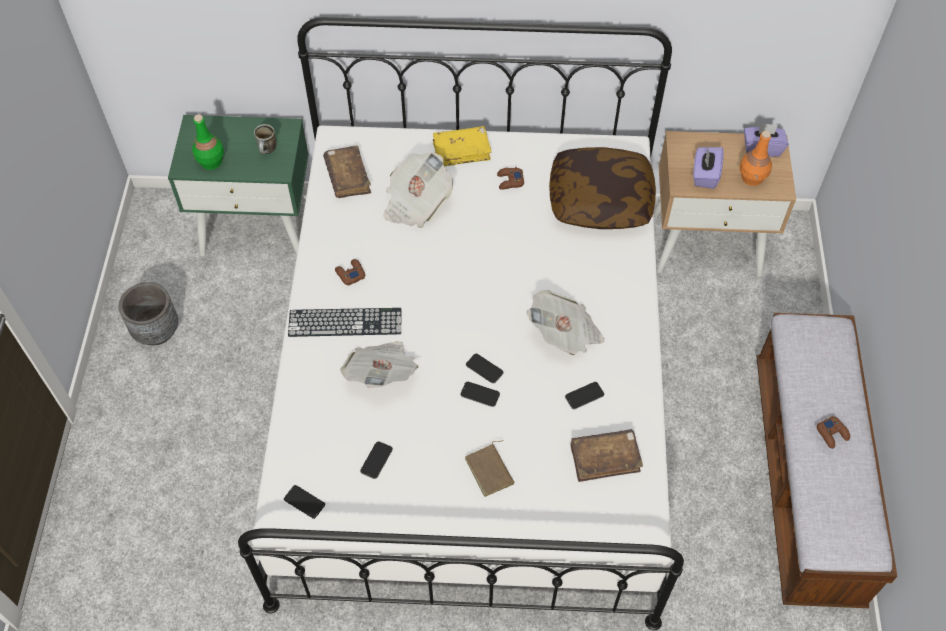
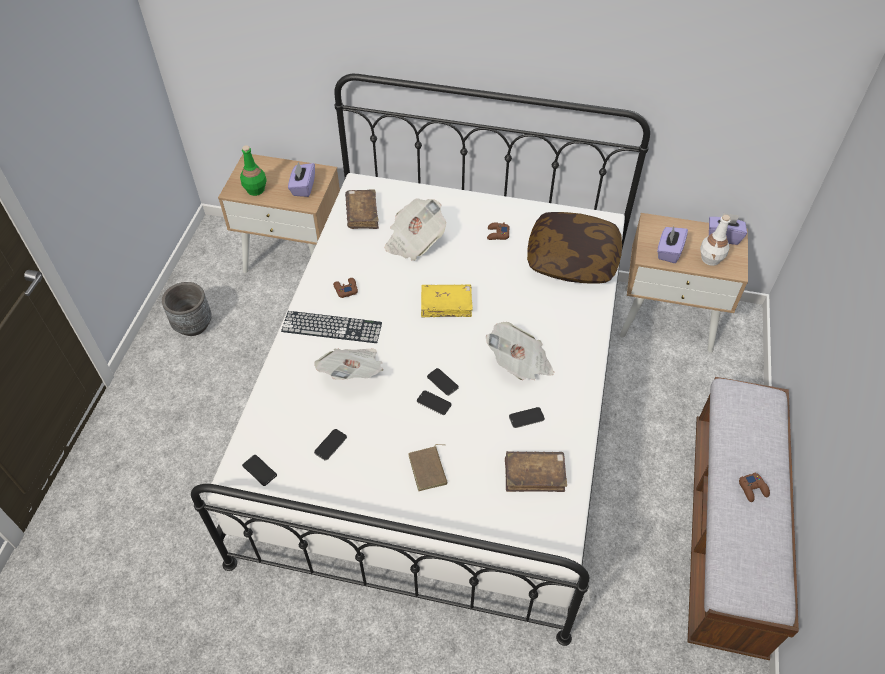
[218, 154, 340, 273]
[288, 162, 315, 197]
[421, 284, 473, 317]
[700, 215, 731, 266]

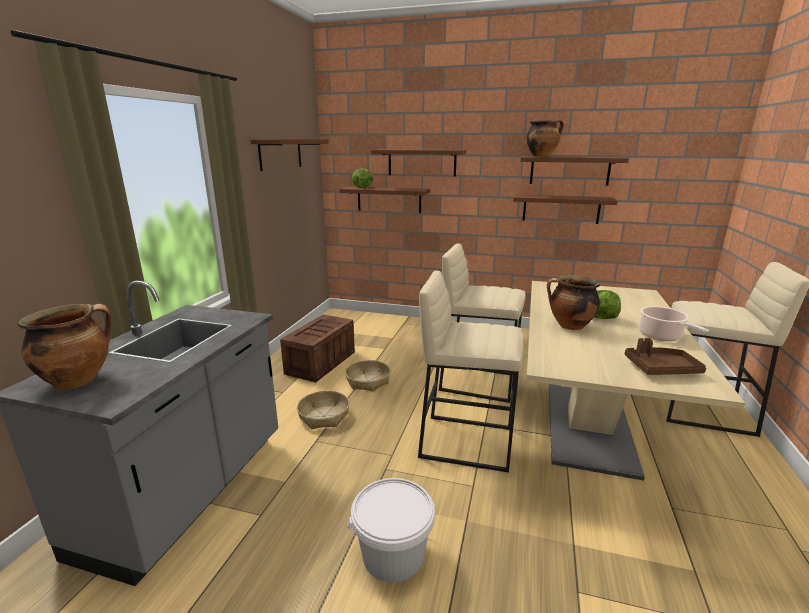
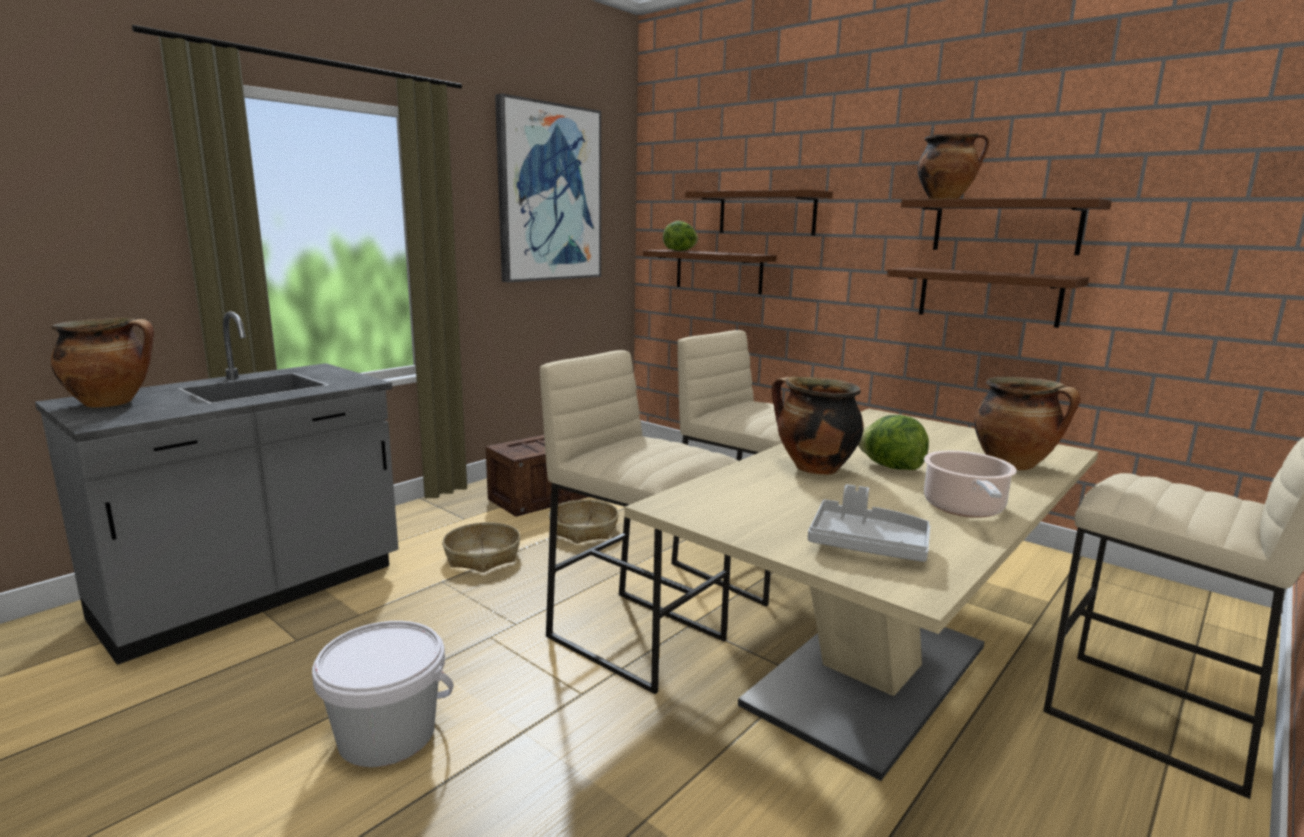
[495, 93, 601, 282]
[808, 484, 930, 562]
[974, 377, 1080, 470]

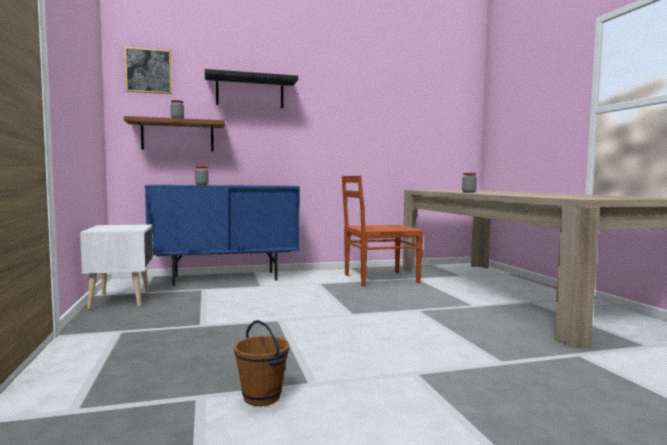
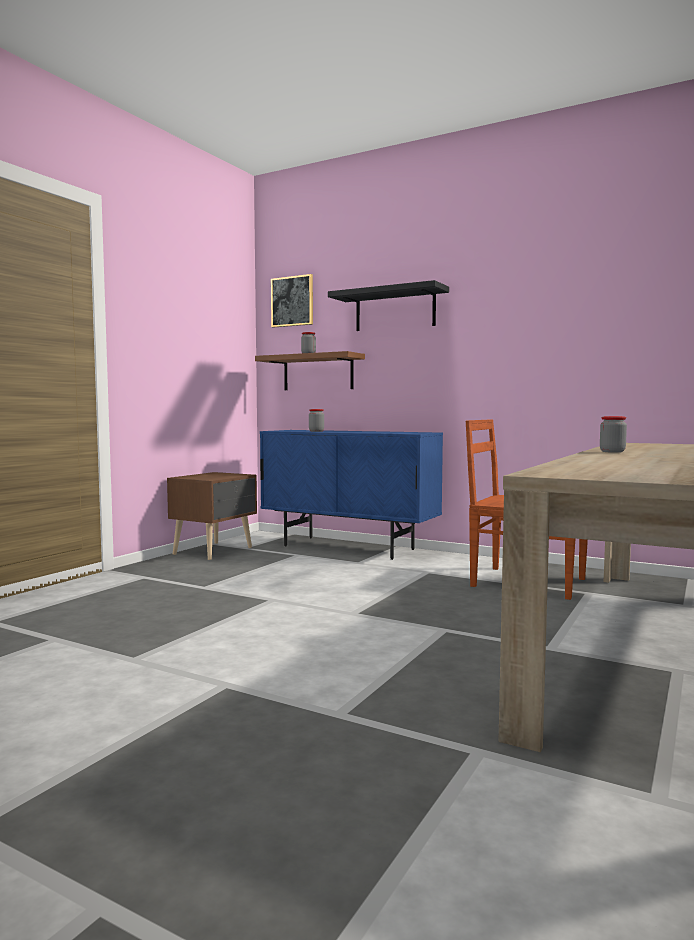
[167, 472, 257, 560]
[234, 320, 289, 406] (first image)

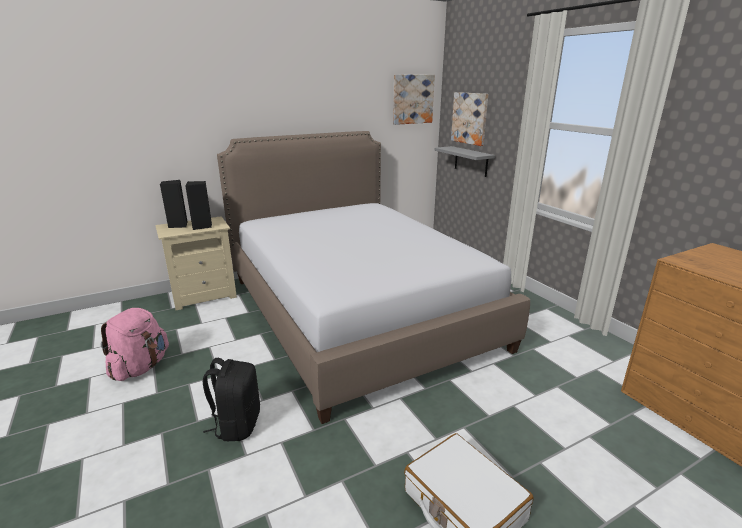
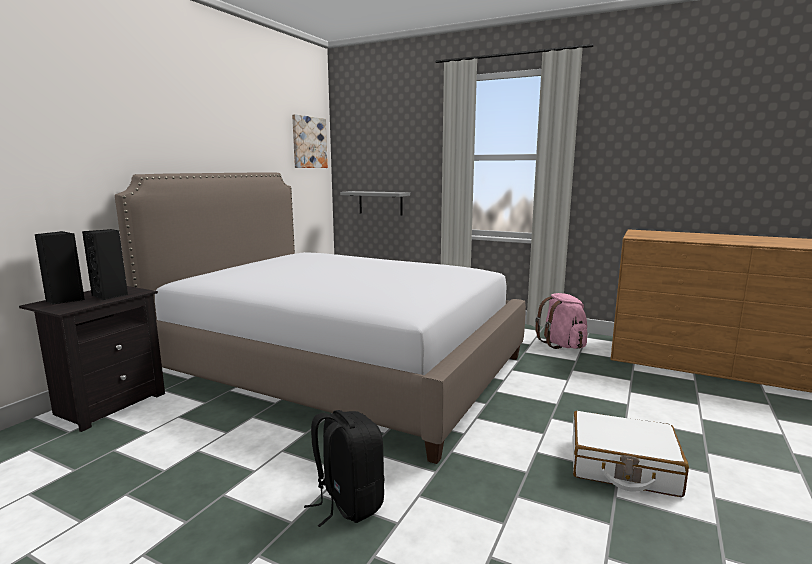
[19, 286, 165, 432]
[535, 293, 587, 349]
[451, 92, 488, 146] (first image)

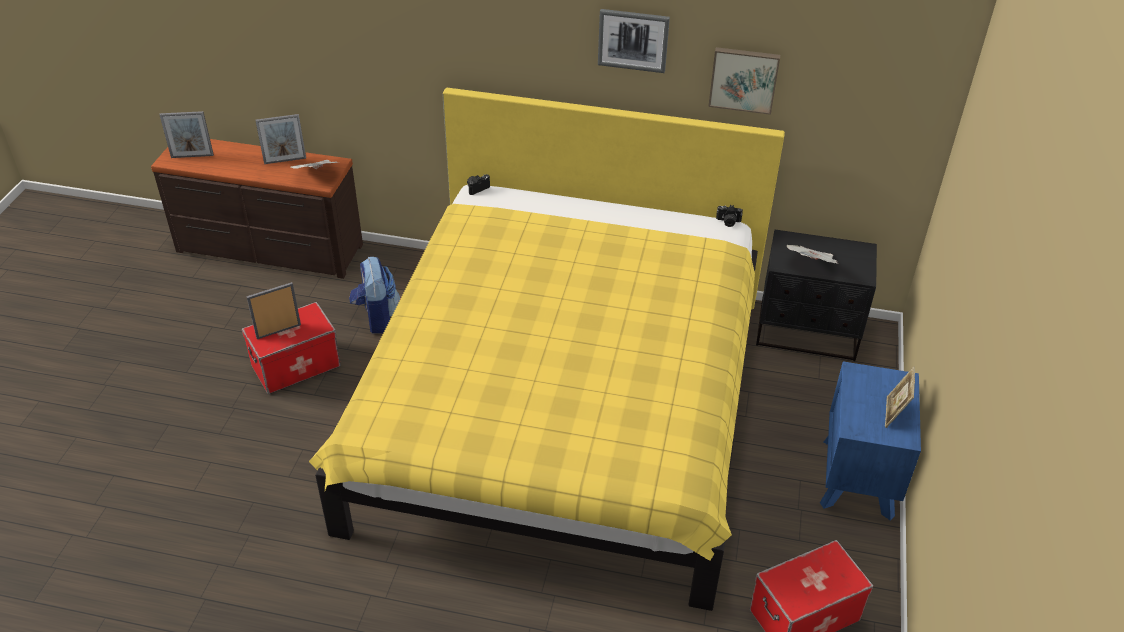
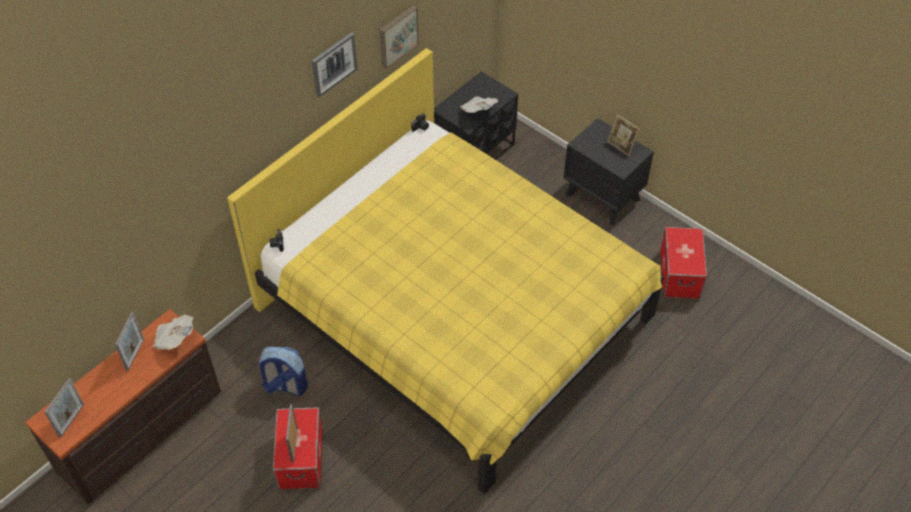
[564, 118, 654, 225]

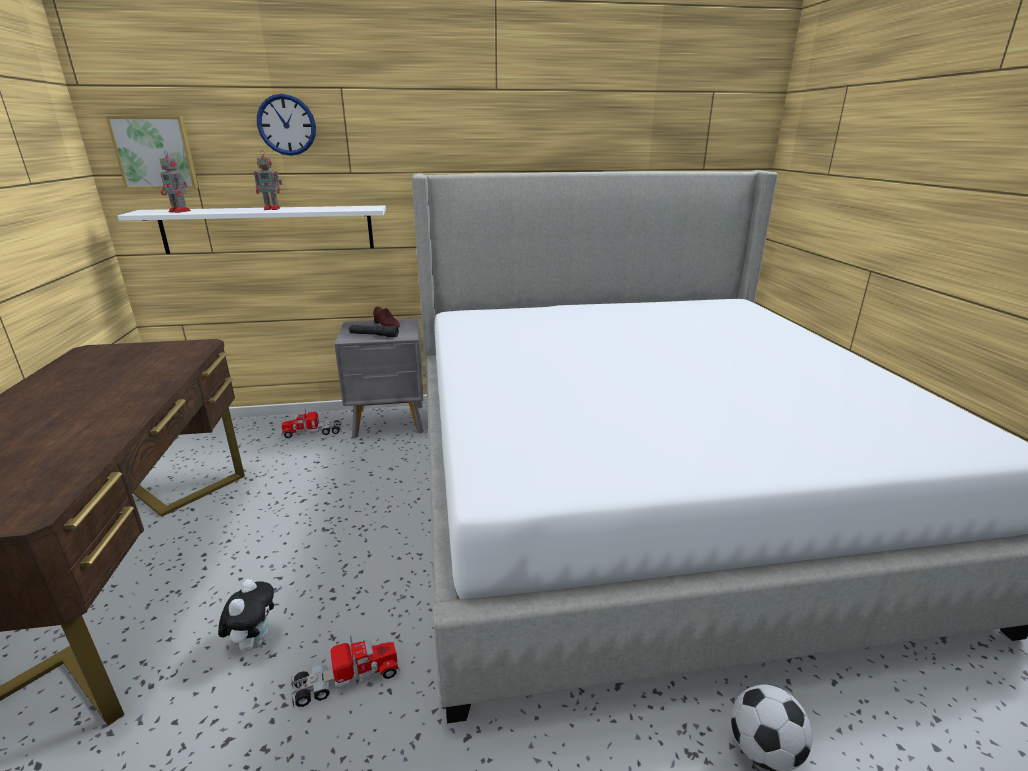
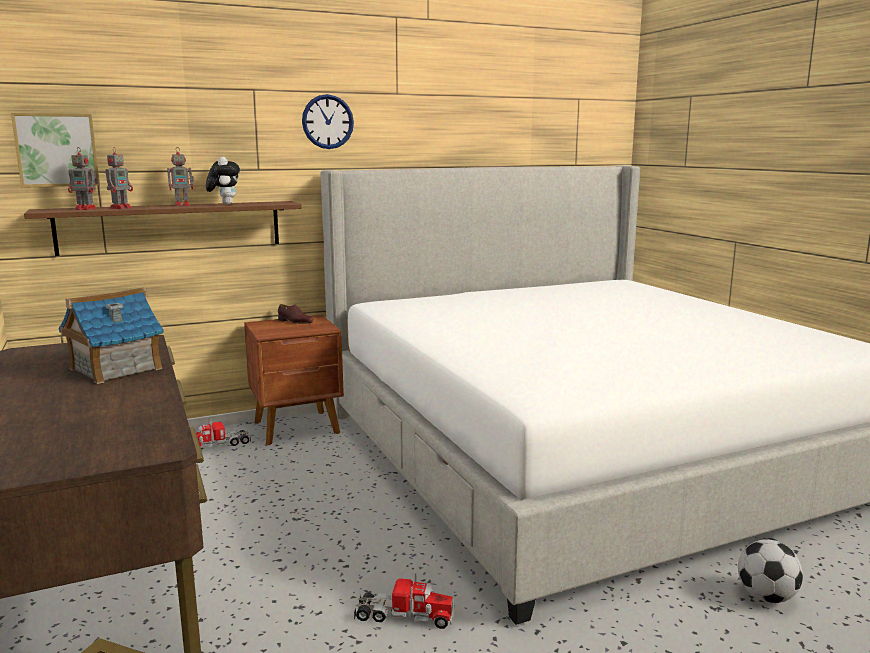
[24, 201, 302, 256]
[58, 288, 164, 384]
[105, 147, 133, 209]
[206, 157, 240, 205]
[244, 315, 344, 445]
[302, 94, 354, 149]
[354, 573, 455, 629]
[349, 325, 399, 337] (first image)

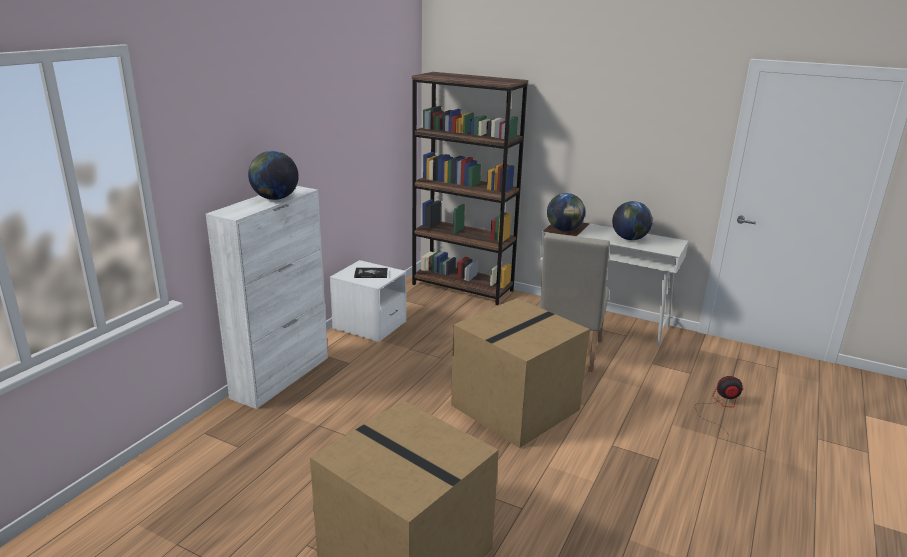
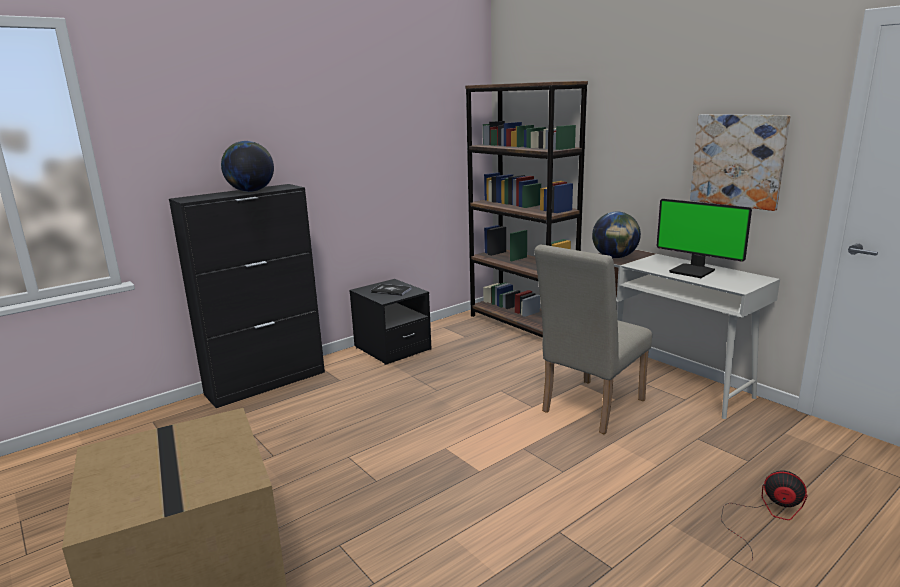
[169, 184, 325, 408]
[349, 279, 431, 365]
[657, 199, 752, 278]
[690, 114, 790, 211]
[451, 298, 590, 448] (first image)

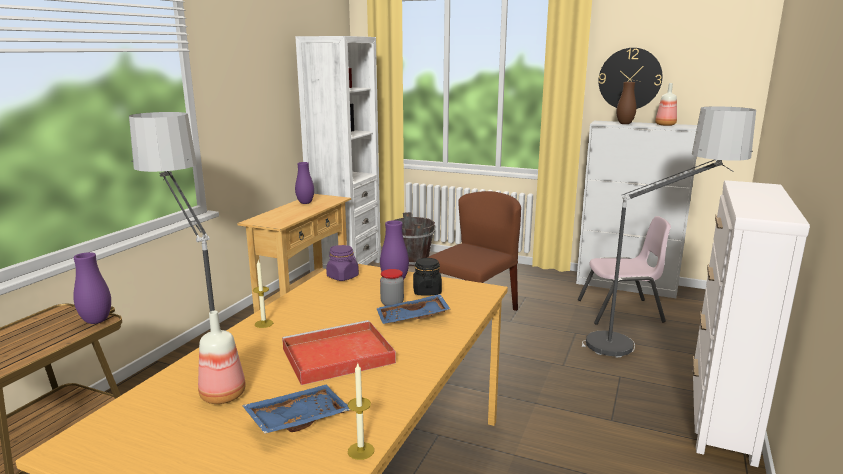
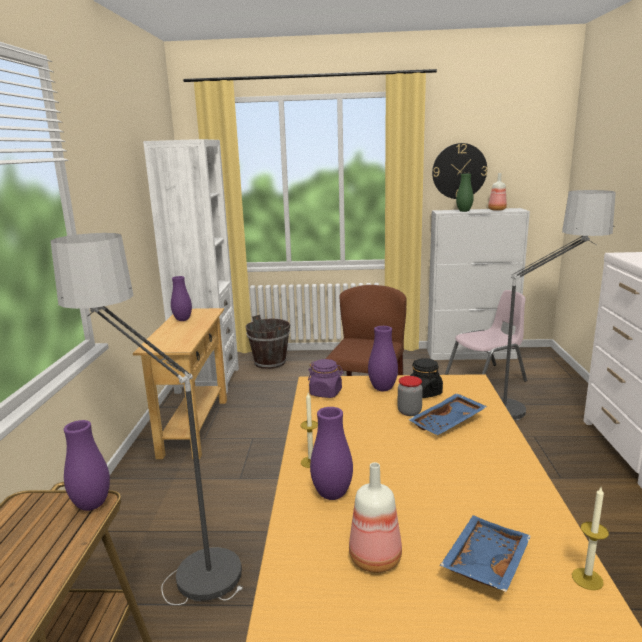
[310, 407, 353, 500]
[456, 174, 474, 212]
[282, 320, 396, 385] (first image)

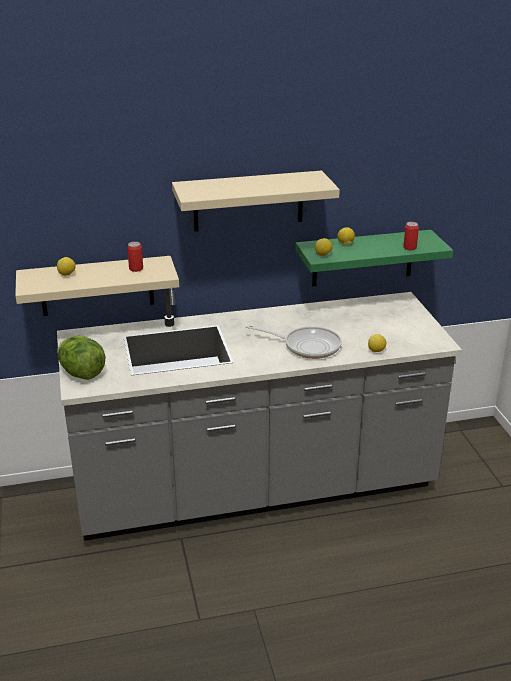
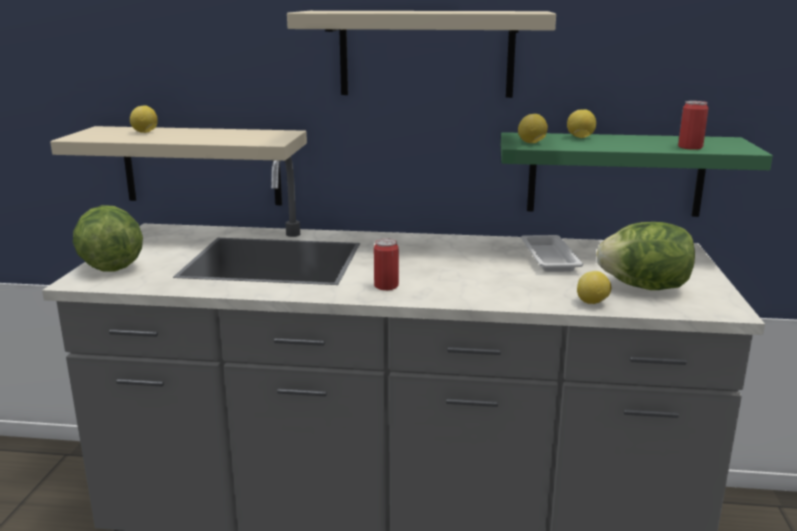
[374, 238, 399, 290]
[521, 235, 583, 272]
[596, 222, 695, 290]
[246, 325, 342, 359] (first image)

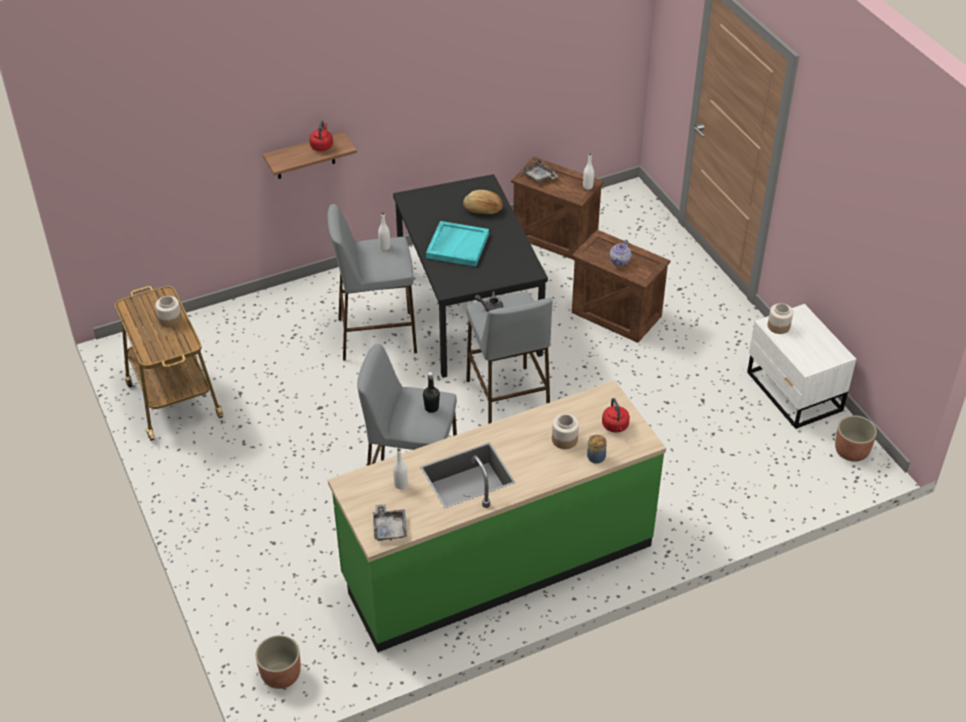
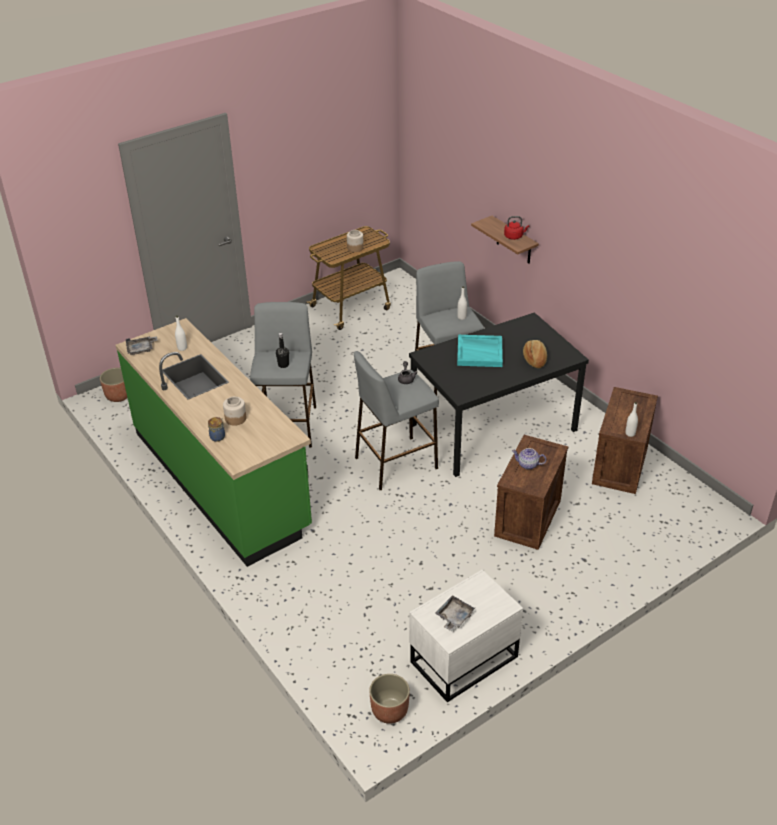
[435, 595, 475, 631]
[602, 398, 630, 433] (first image)
[768, 303, 793, 334] (first image)

